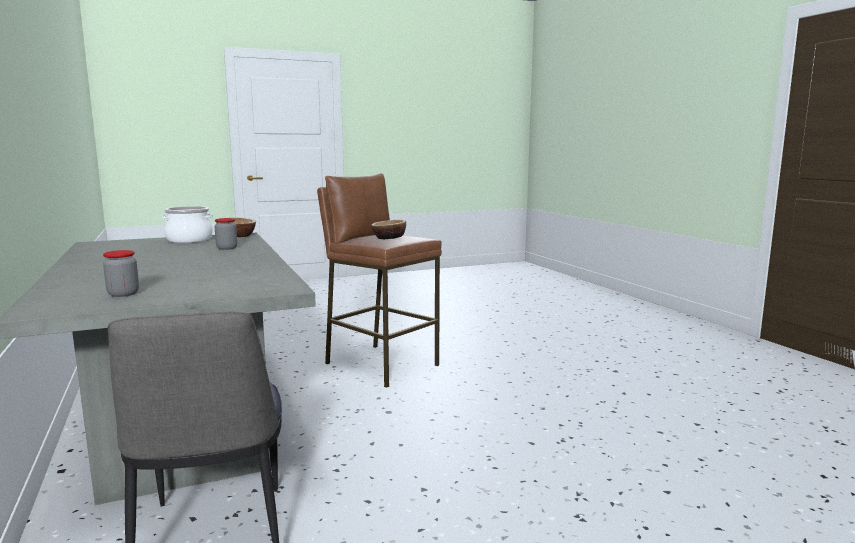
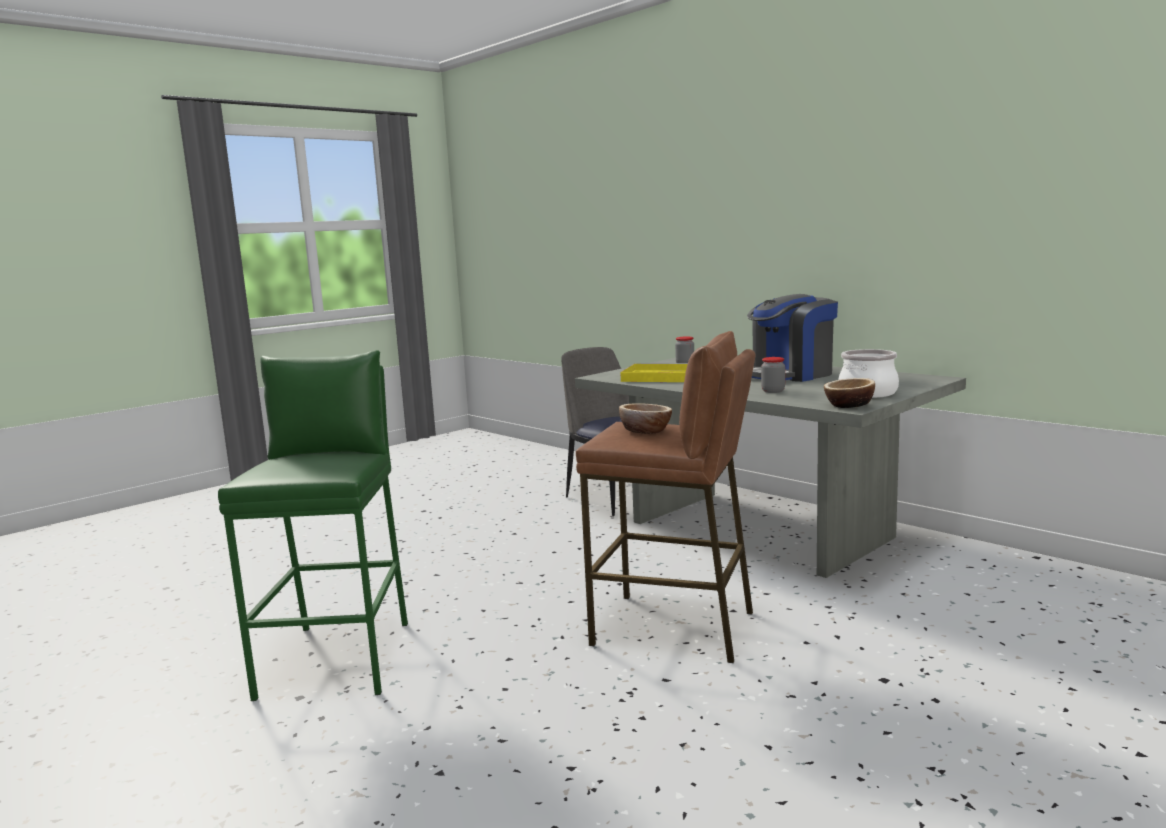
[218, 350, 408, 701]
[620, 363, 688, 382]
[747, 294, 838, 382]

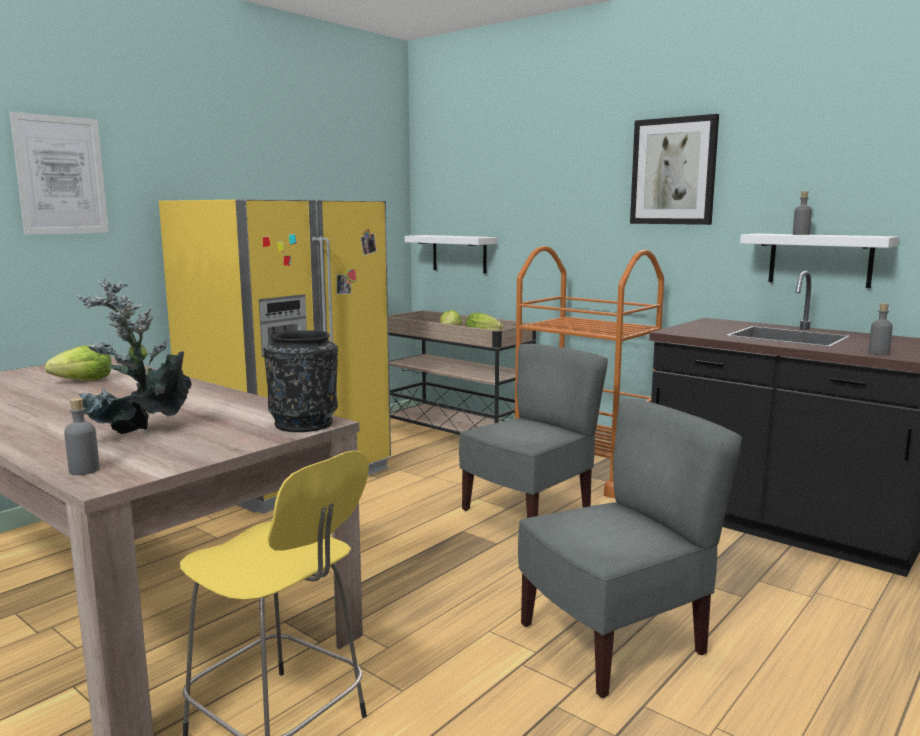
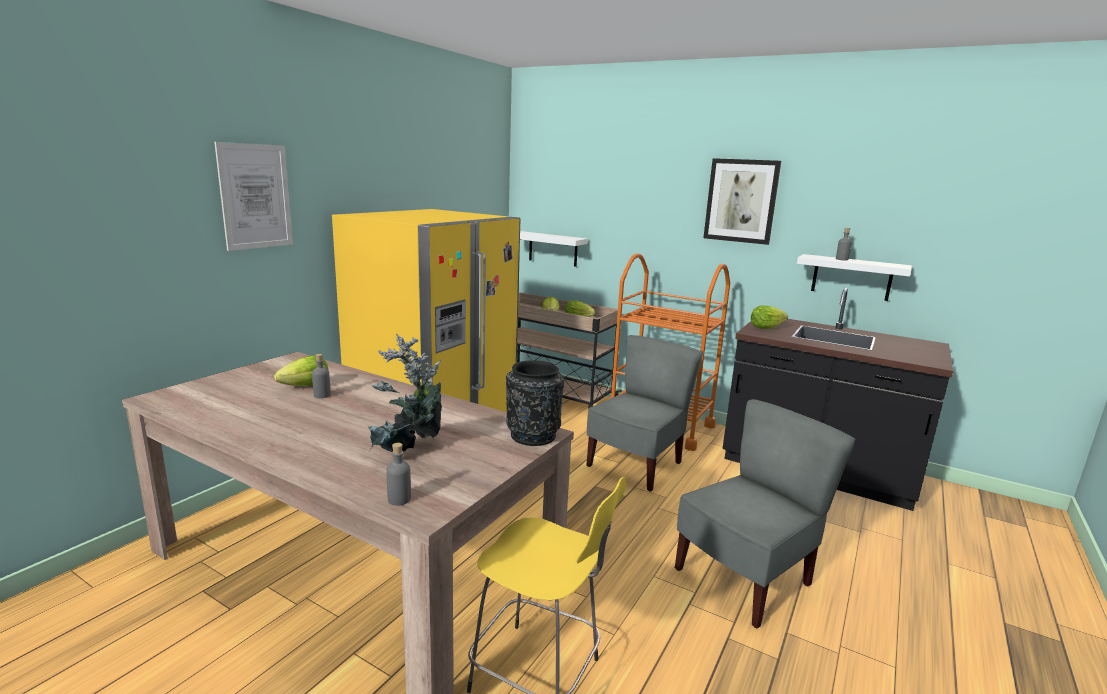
[312, 354, 331, 398]
[751, 305, 788, 329]

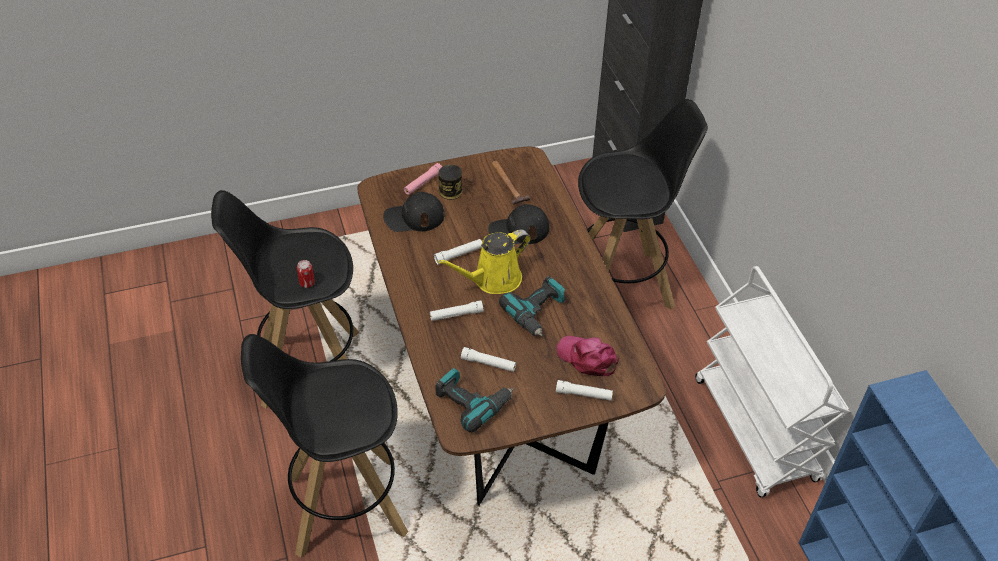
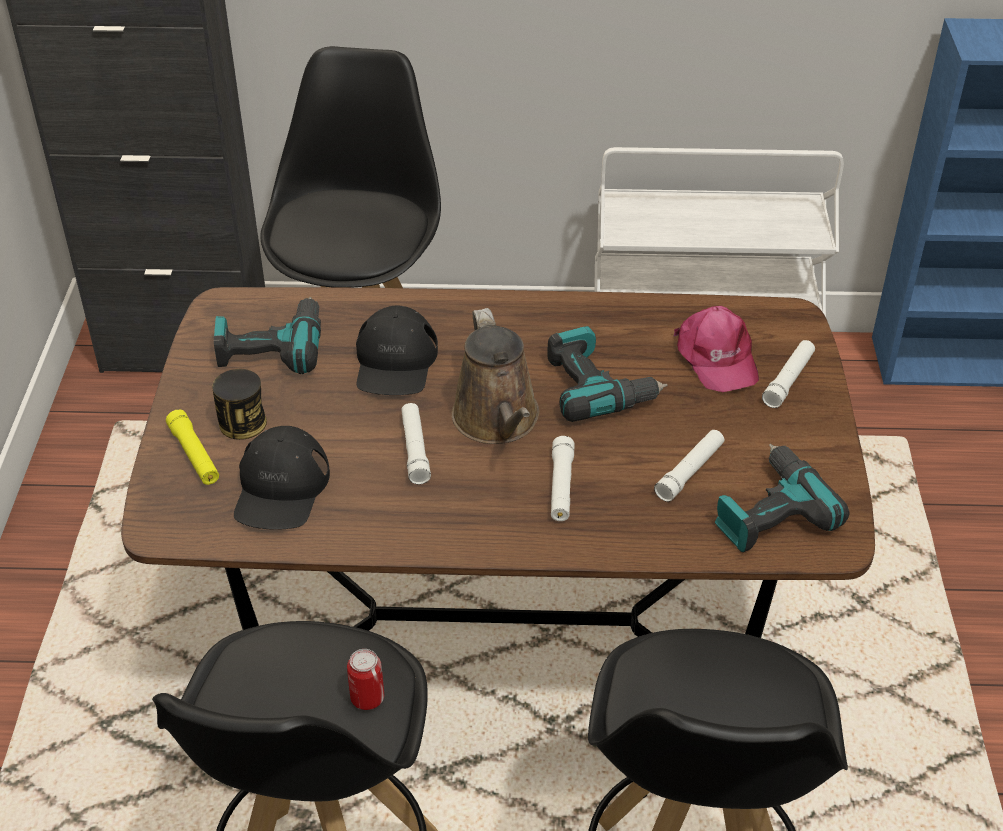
[166, 409, 219, 485]
[214, 297, 321, 374]
[451, 308, 540, 444]
[673, 306, 759, 392]

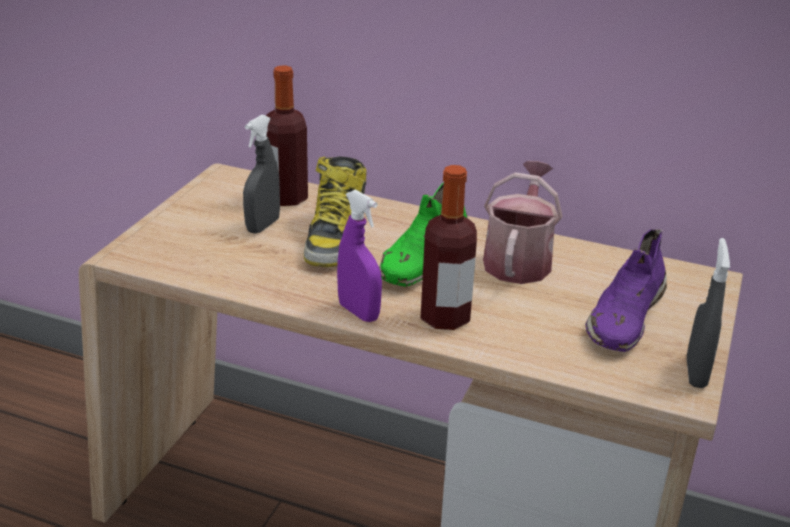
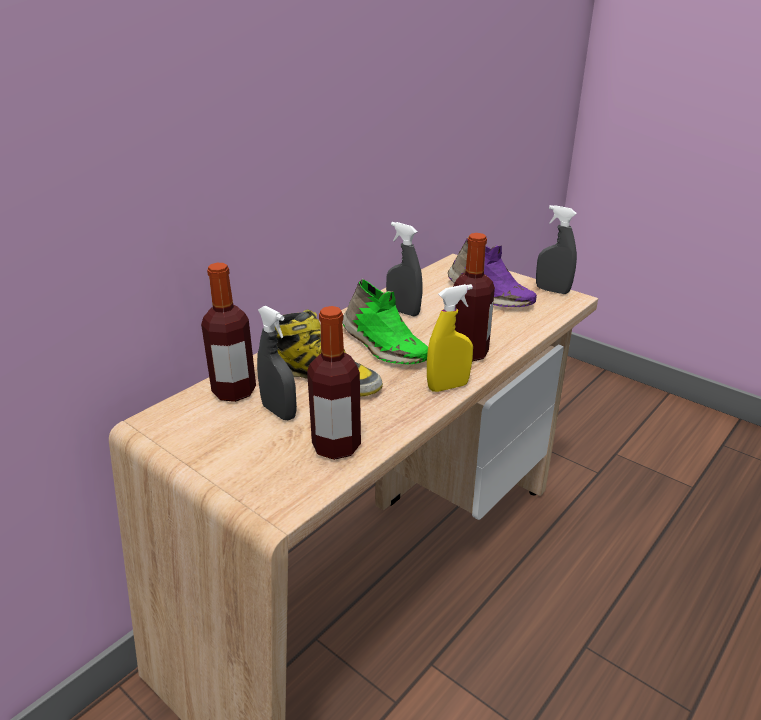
[307, 306, 361, 460]
[386, 222, 423, 317]
[427, 284, 473, 392]

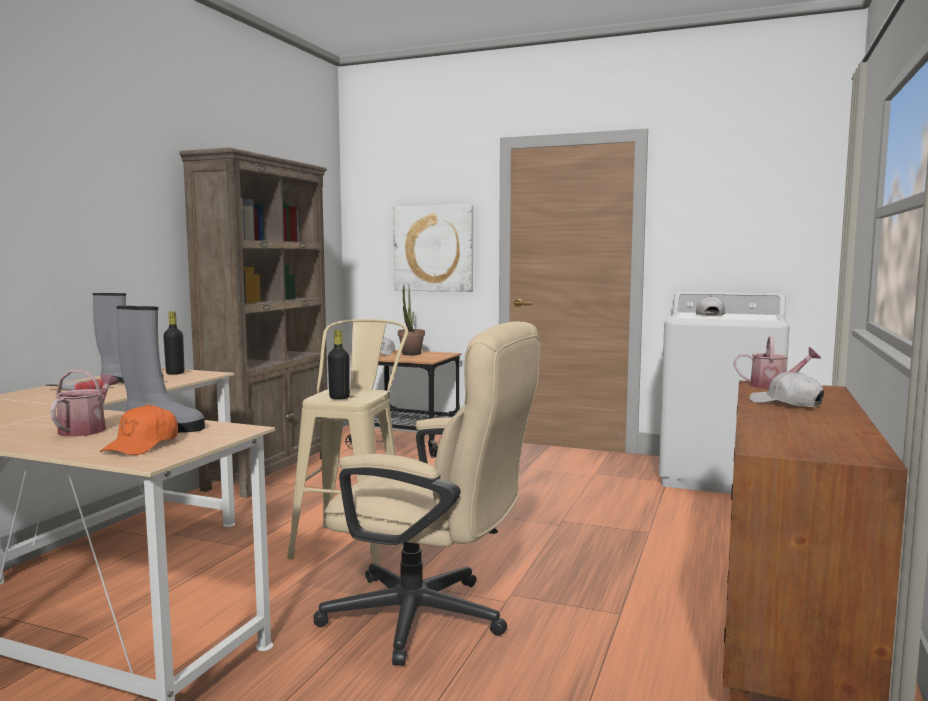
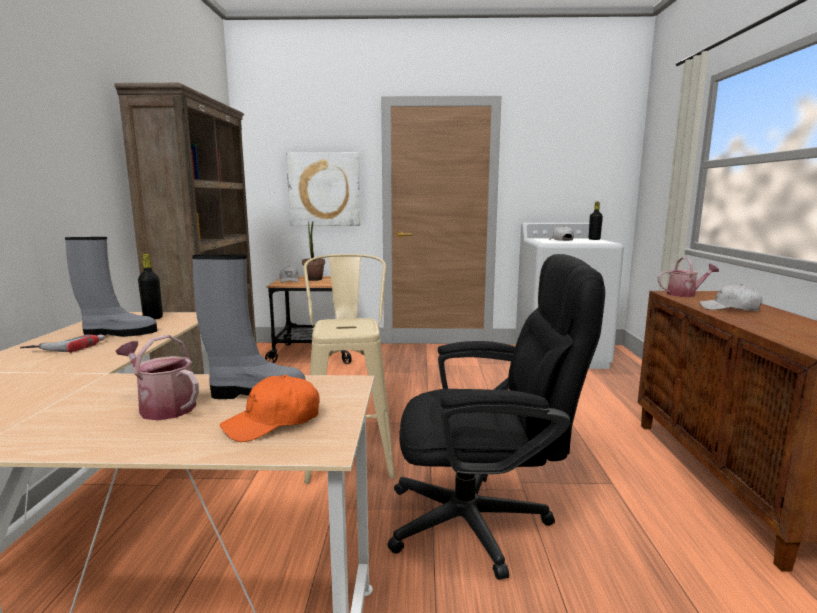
[116, 335, 199, 420]
[220, 375, 320, 442]
[387, 254, 605, 580]
[589, 202, 603, 240]

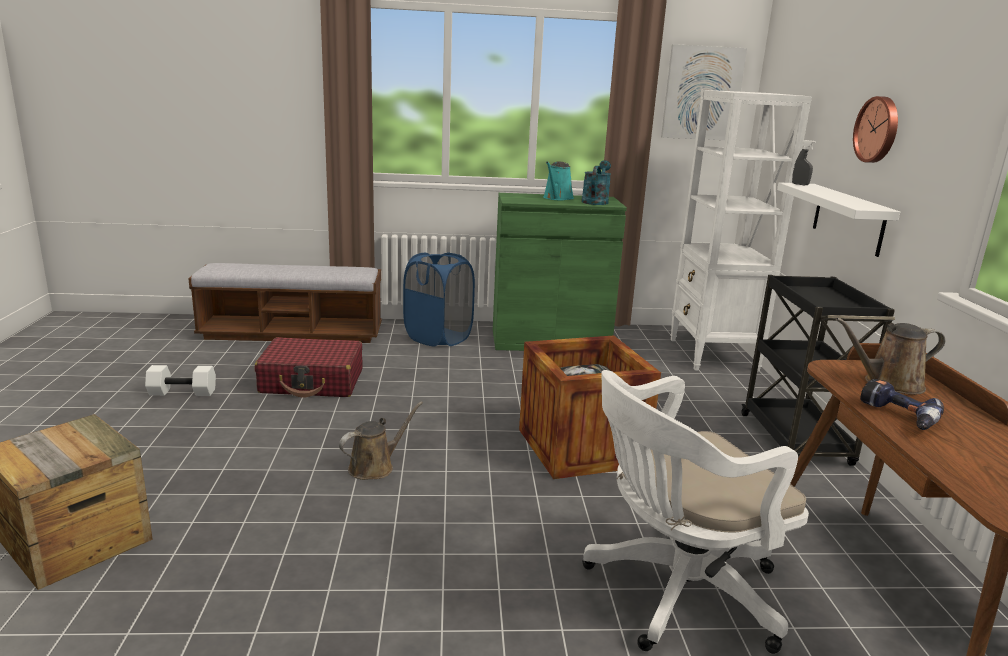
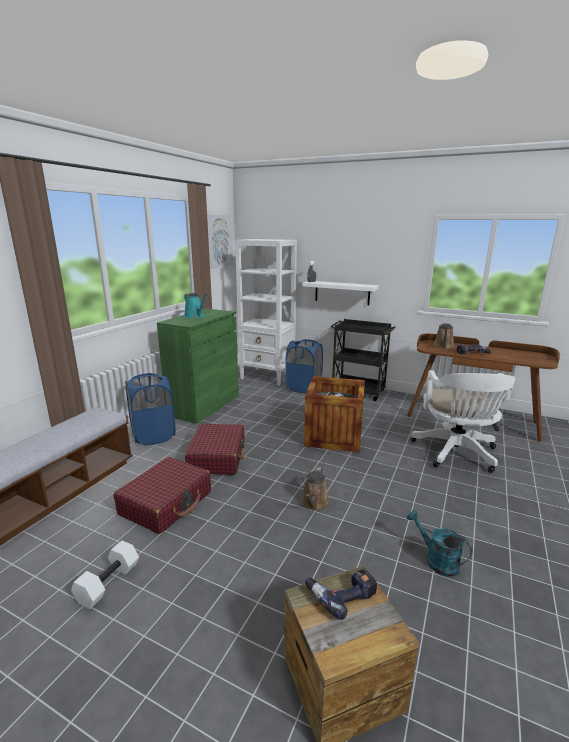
[185, 424, 245, 475]
[285, 339, 323, 393]
[301, 467, 330, 511]
[305, 570, 377, 620]
[407, 510, 473, 577]
[853, 96, 898, 163] (first image)

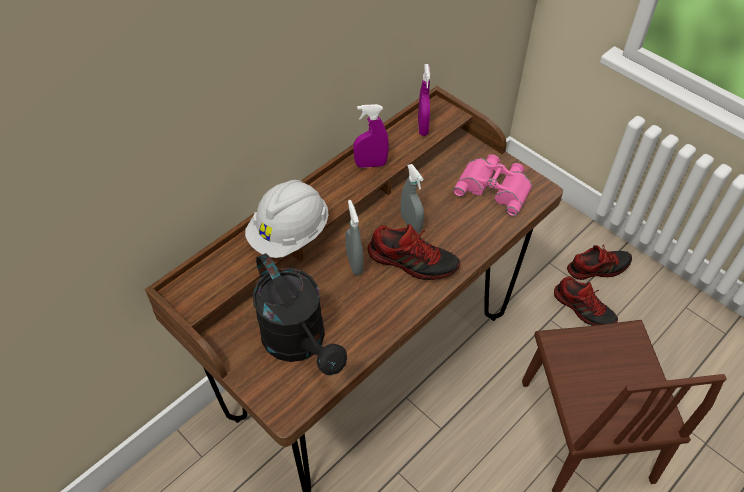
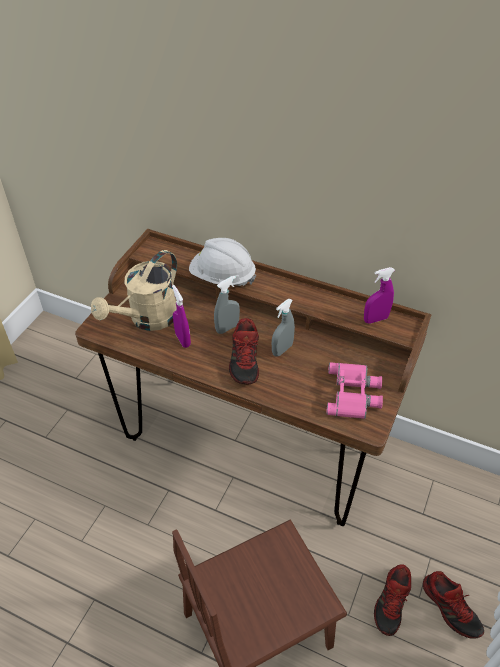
[91, 250, 177, 331]
[172, 285, 191, 348]

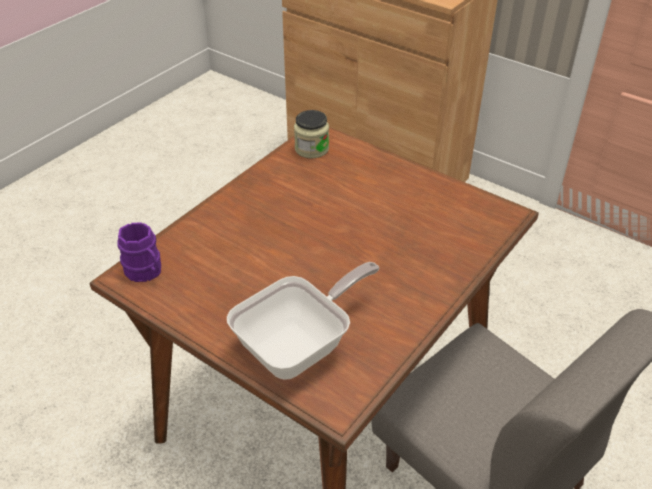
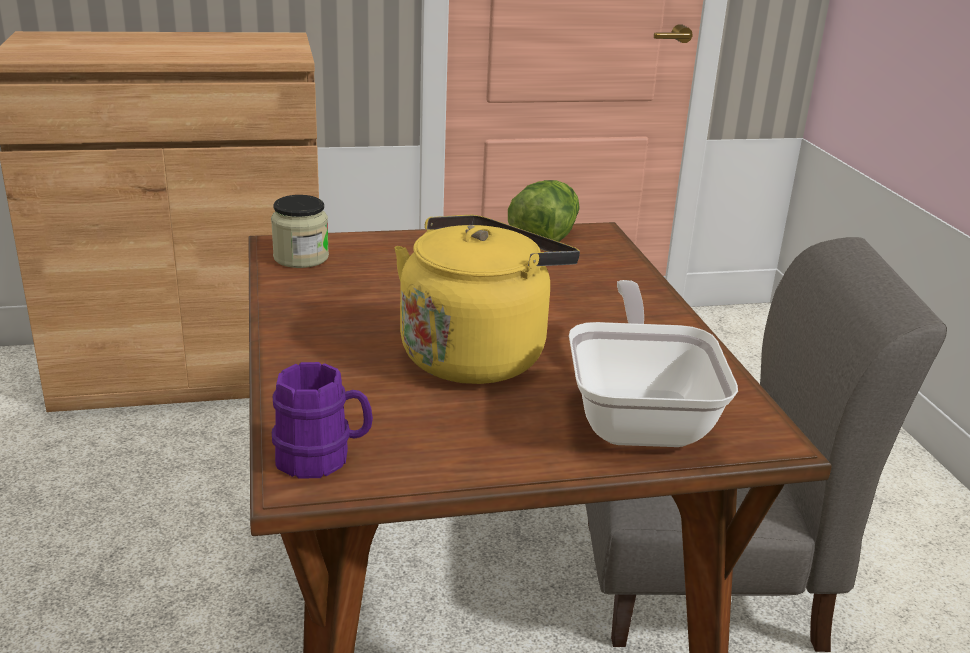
[395, 215, 580, 384]
[508, 180, 580, 242]

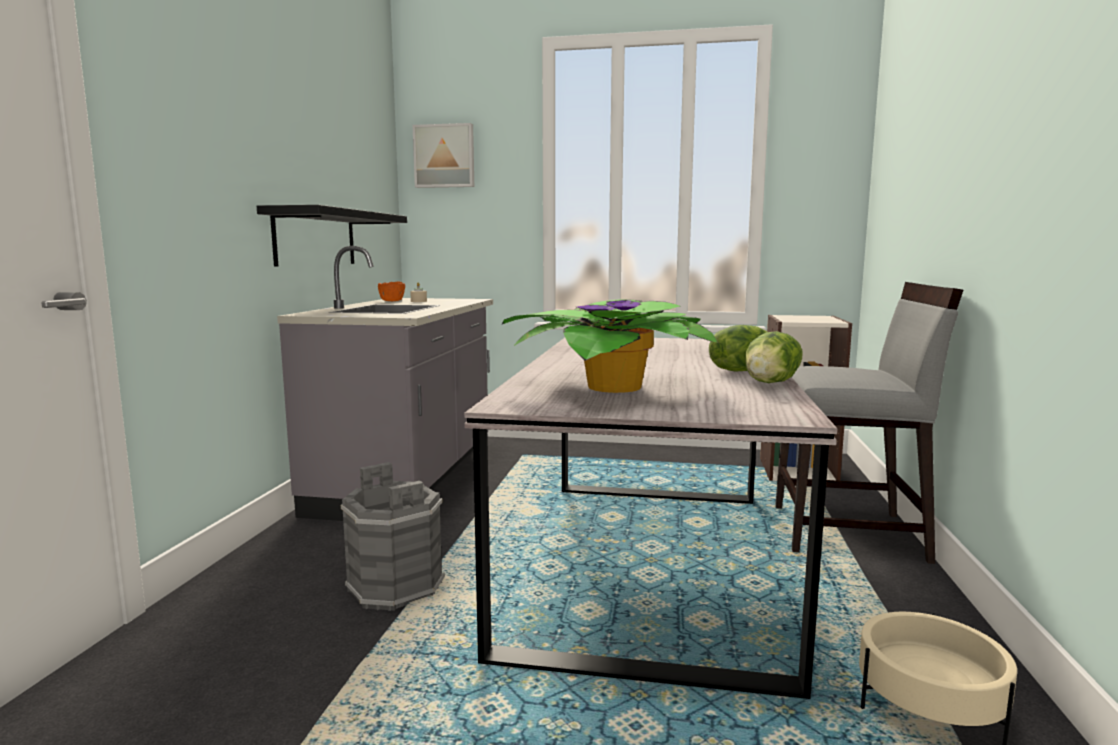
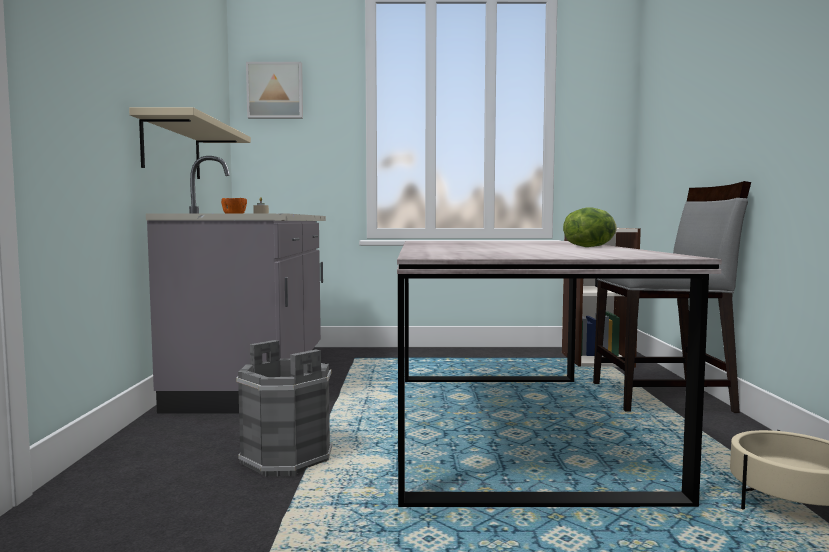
[129, 107, 251, 179]
[502, 299, 719, 393] (first image)
[745, 331, 802, 383] (first image)

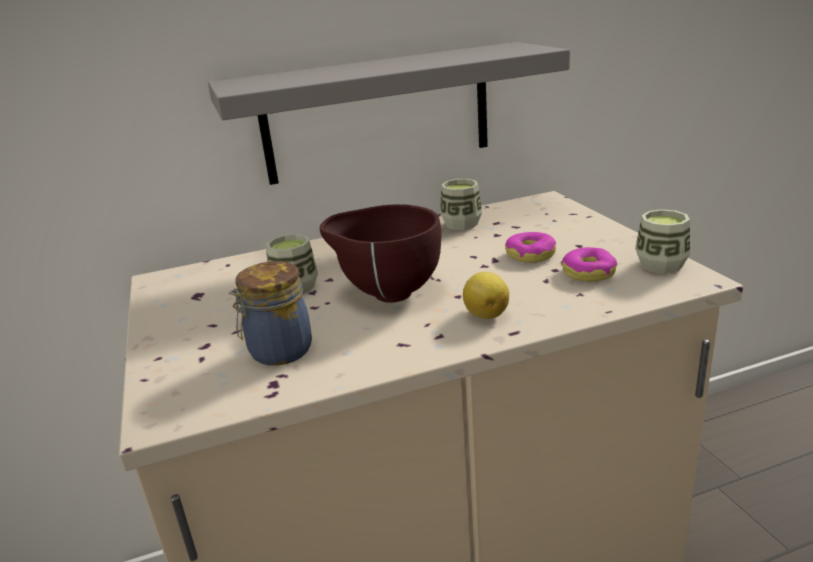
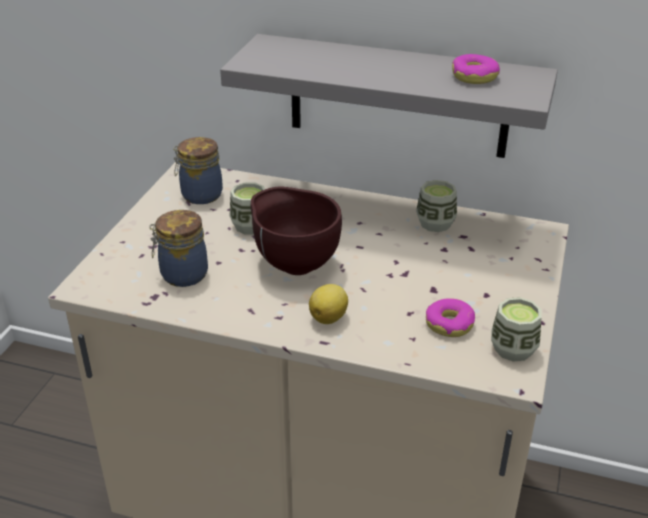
[173, 137, 223, 204]
[452, 54, 500, 84]

